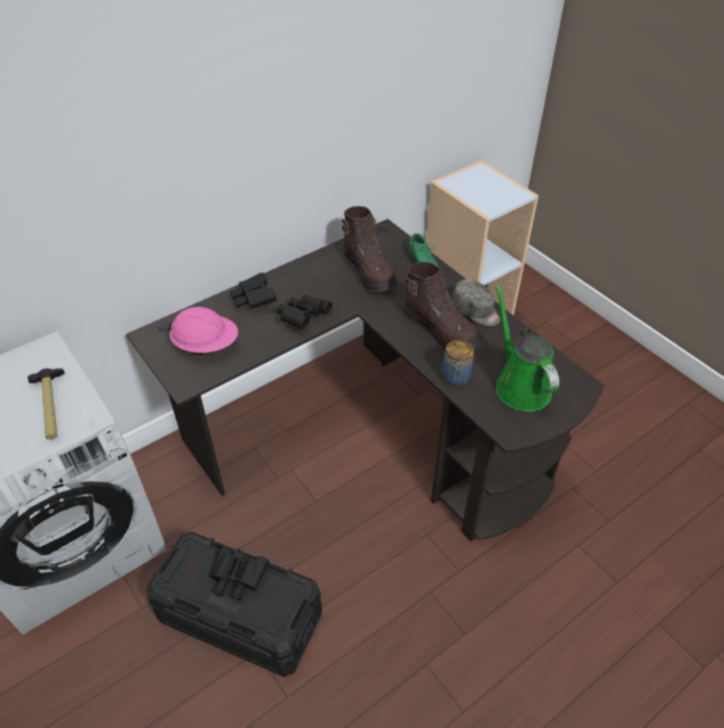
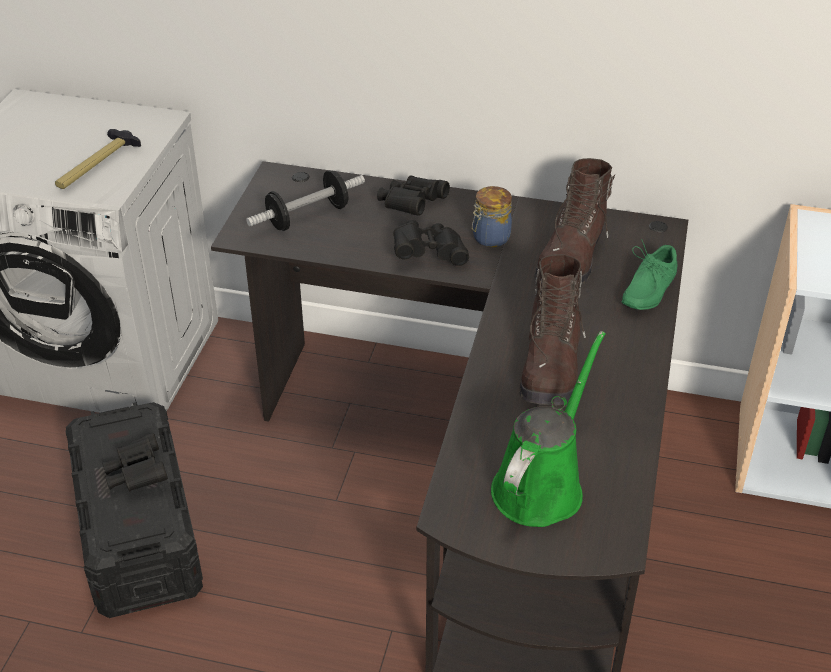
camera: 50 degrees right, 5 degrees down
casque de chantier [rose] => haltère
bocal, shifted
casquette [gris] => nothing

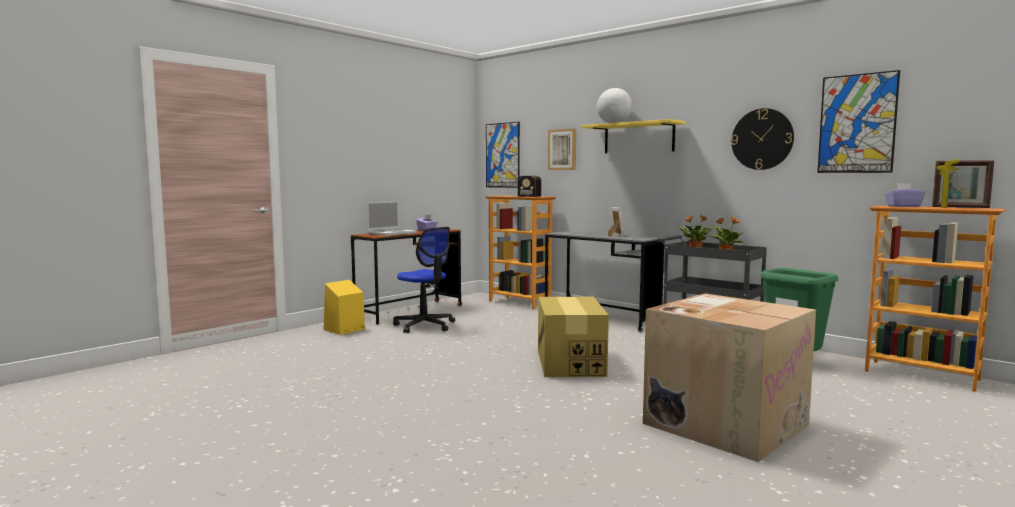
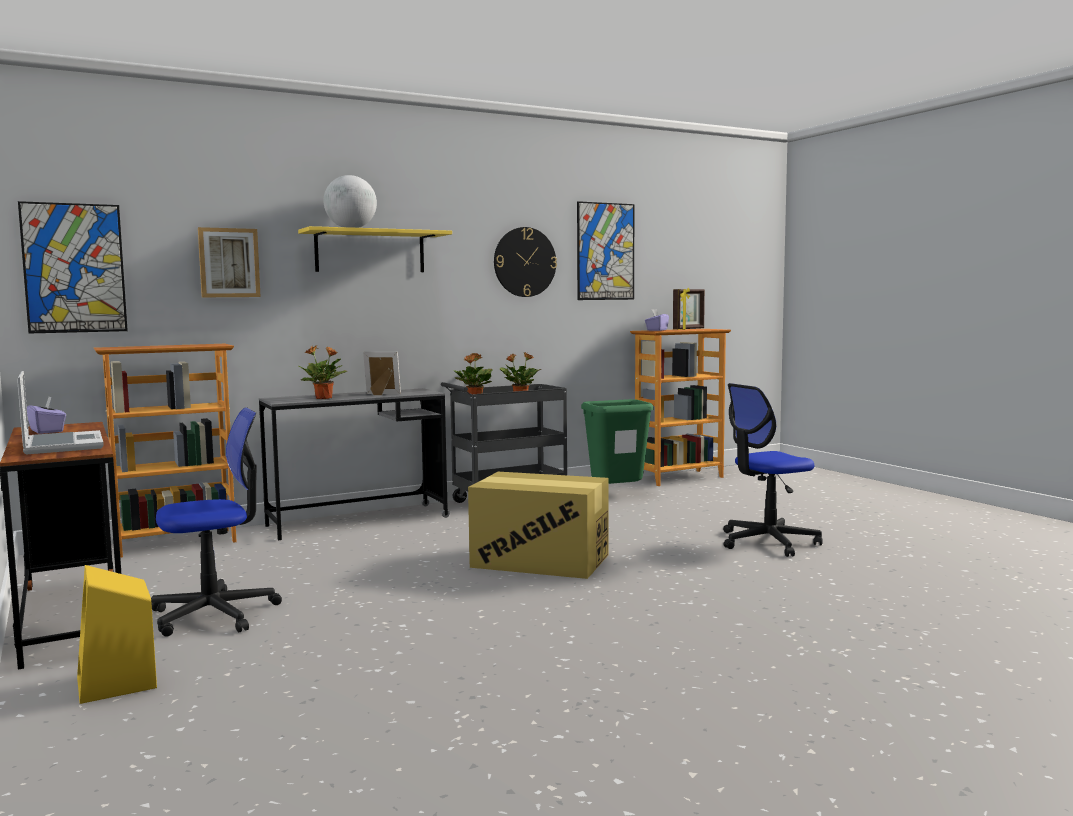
camera: 70 degrees left, 0 degrees up
nothing => plante en pot (no. 1 from left)
carton (no. 2 from left) => chaise de bureau (no. 2 from left)
radio => nothing

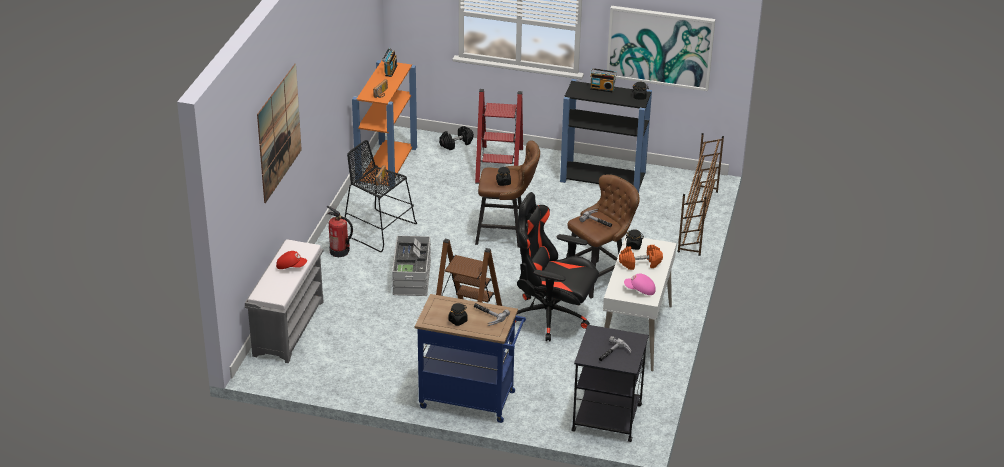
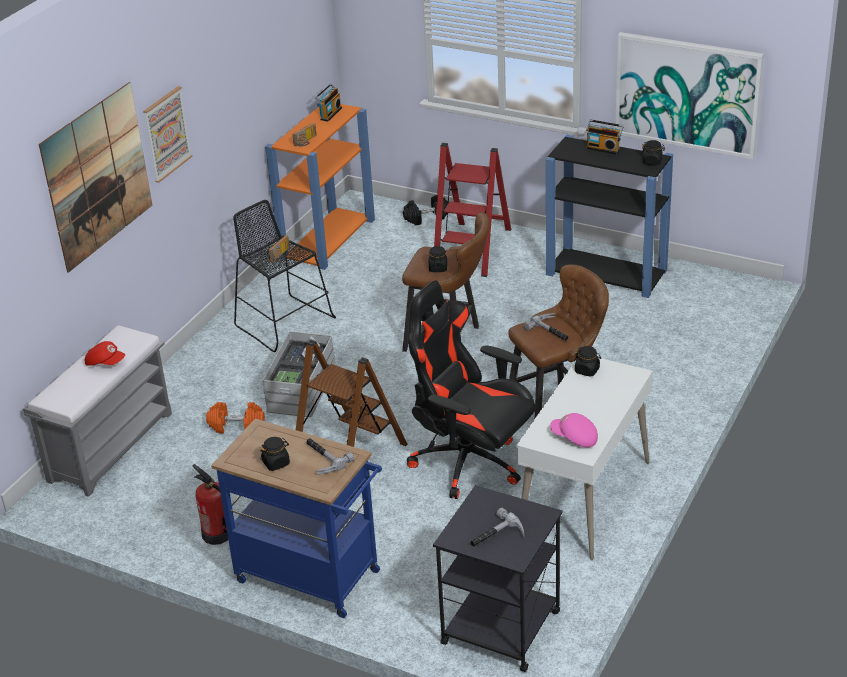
camera: 15 degrees right, 0 degrees up
nothing => tableau (no. 2 from left)
extincteur, shifted
haltère [orange], shifted
étagère à chaussures [marron] => nothing

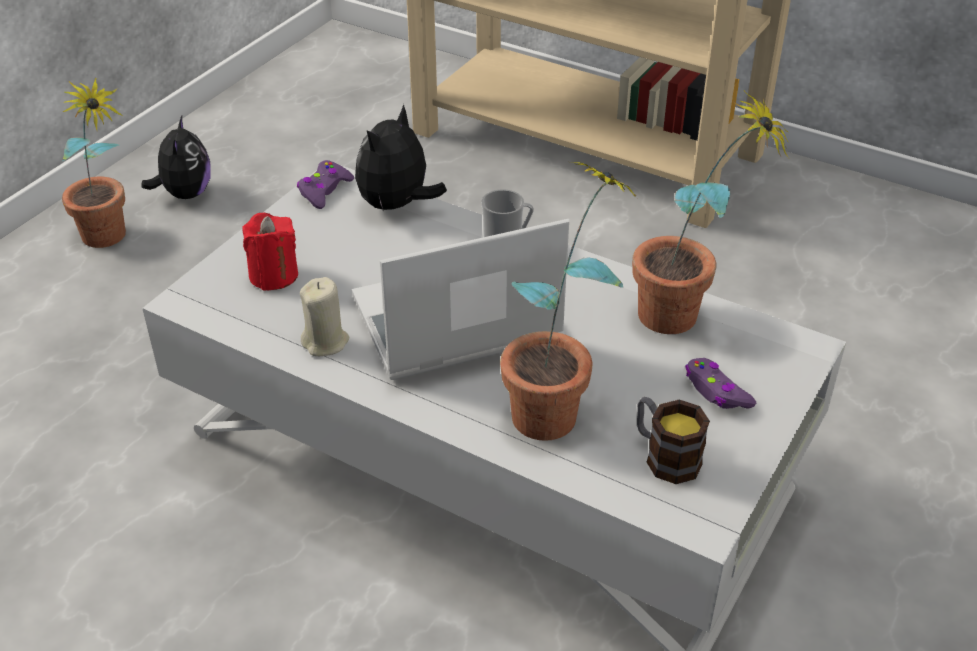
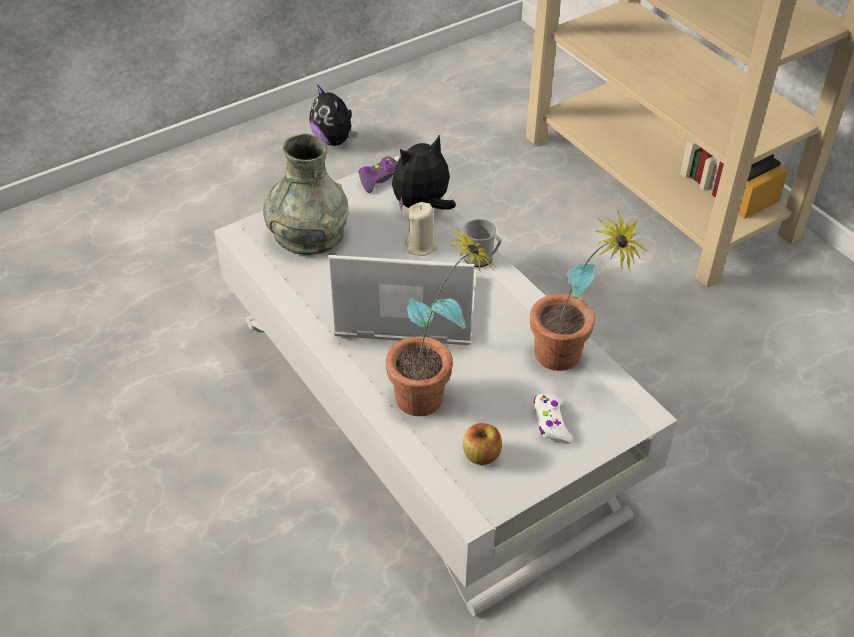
camera: 25 degrees right, 5 degrees up
bougie [rouge] => vase [gris]
peluche (no. 1 from left), 120 degrees clockwise
bougie [beige], shifted
mug (no. 2 from left) => pomme
manette [violet] (no. 2 from left) => manette [blanc]
plante en pot (no. 1 from left) => nothing

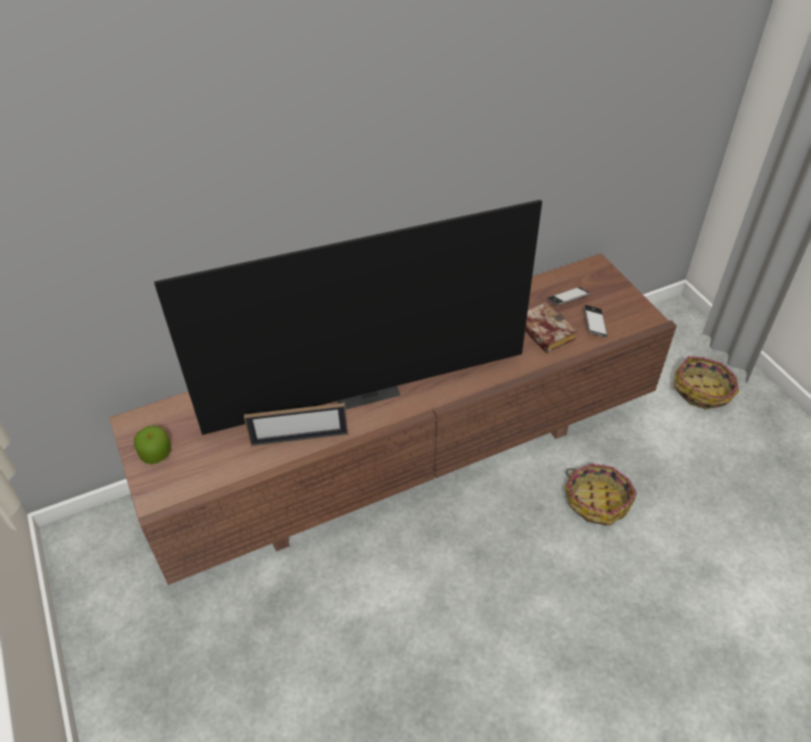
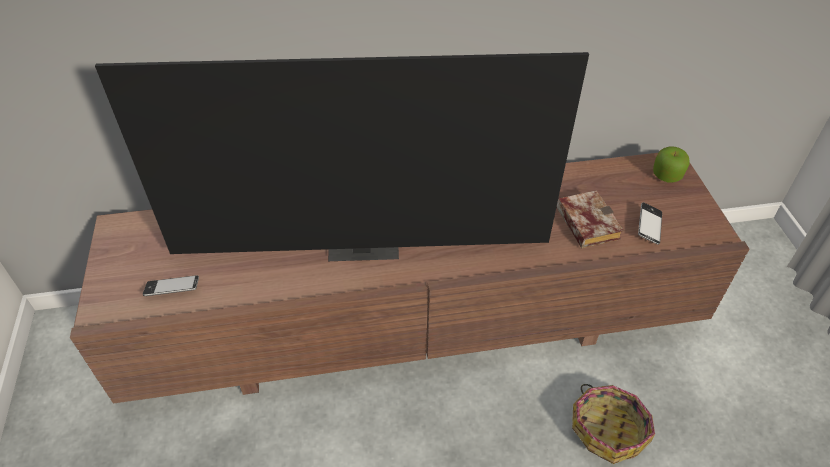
camera: 15 degrees right, 0 degrees up
téléphone (no. 1 from left), shifted
pomme, shifted
cadre photo => nothing
panier (no. 2 from left) => nothing

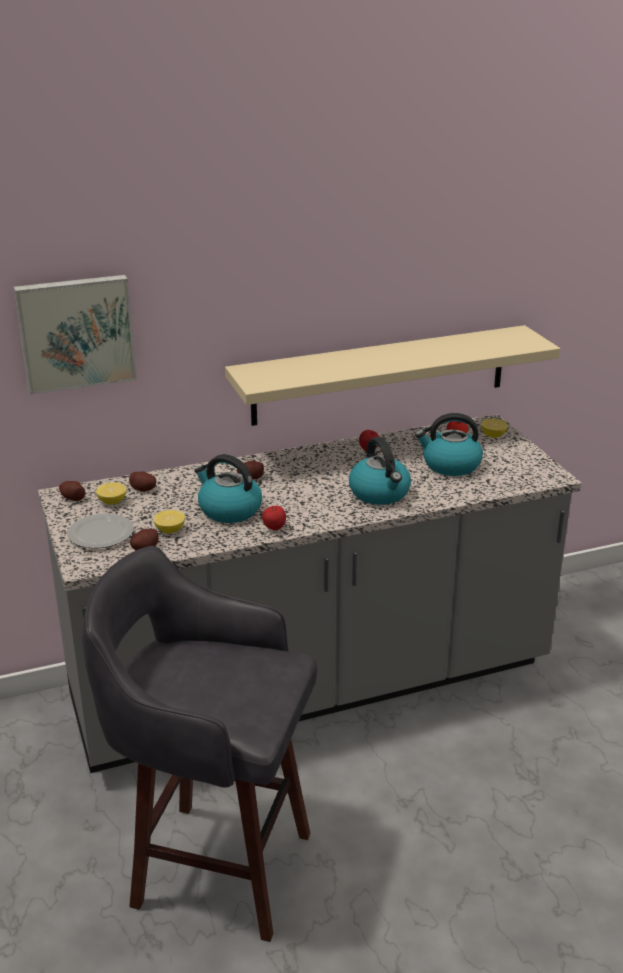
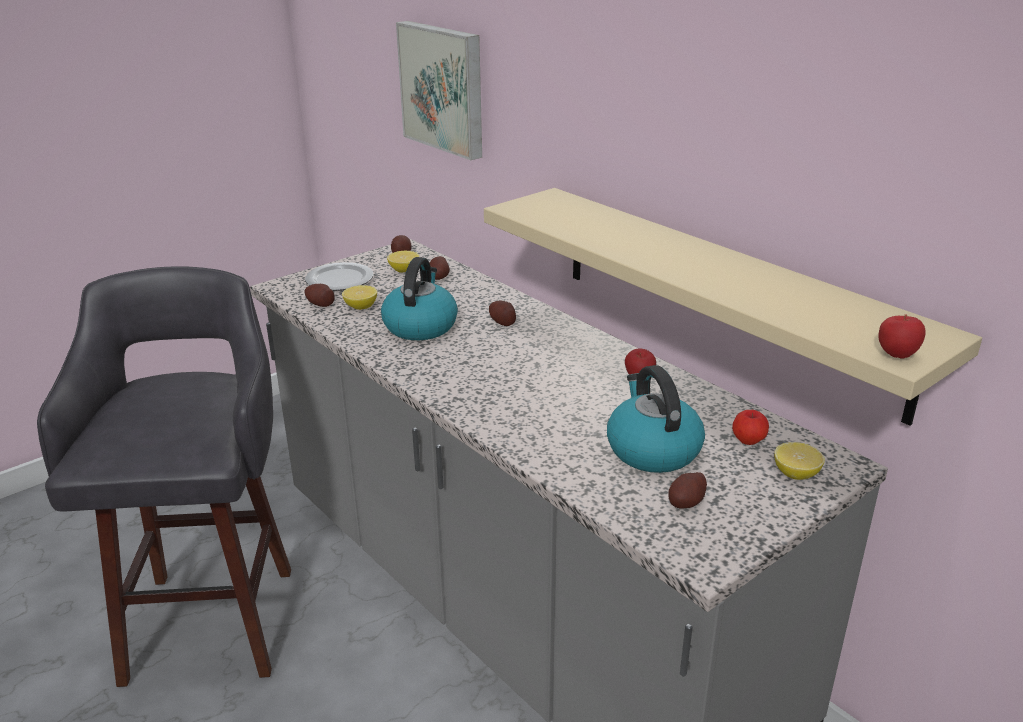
camera: 70 degrees right, 0 degrees up
nothing => pomme de terre (no. 5 from left)
pomme (no. 1 from left in the first image) => pomme (no. 3 from left), shifted
bouilloire (no. 2 from left) => nothing

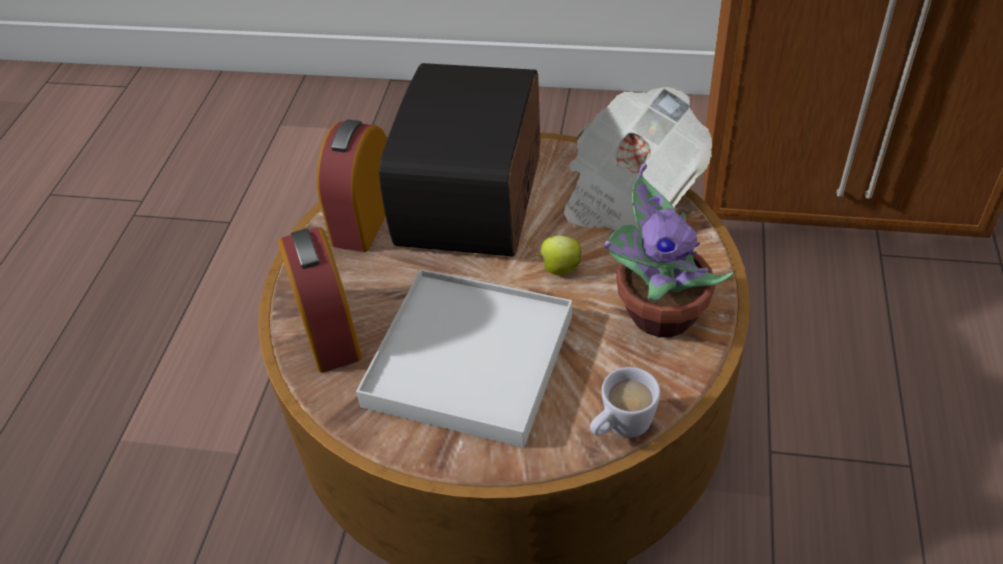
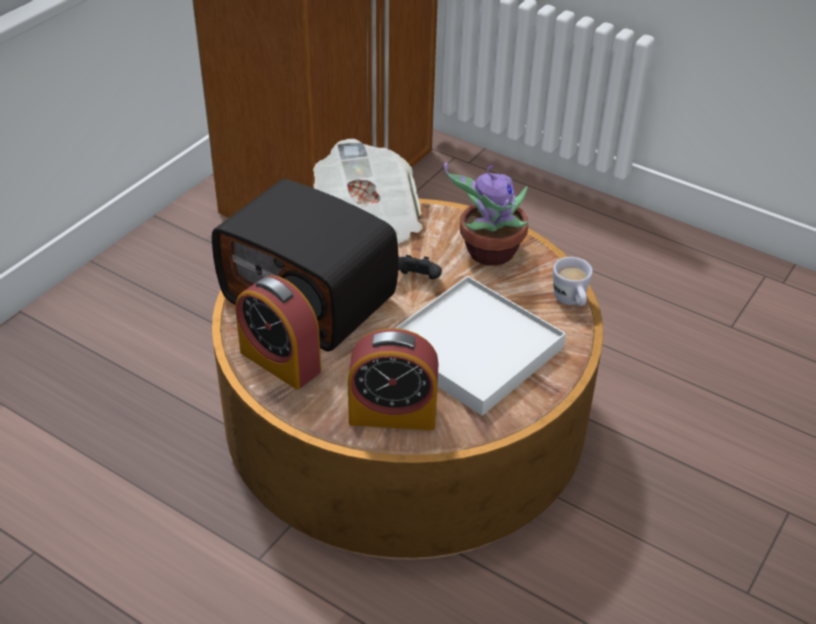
camera: 70 degrees left, 5 degrees down
pomme => manette [noir]

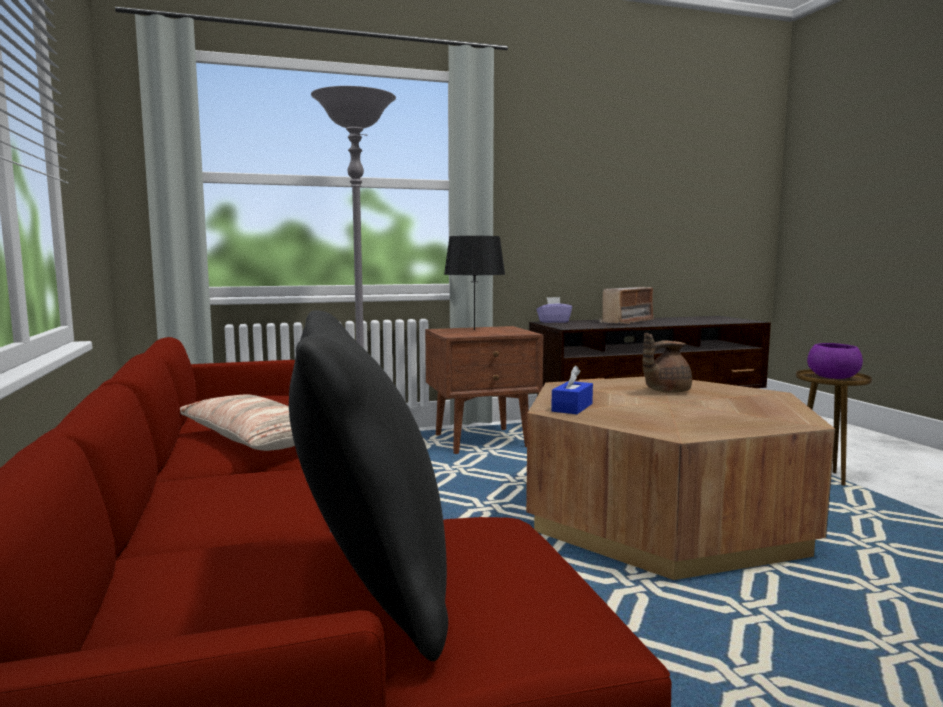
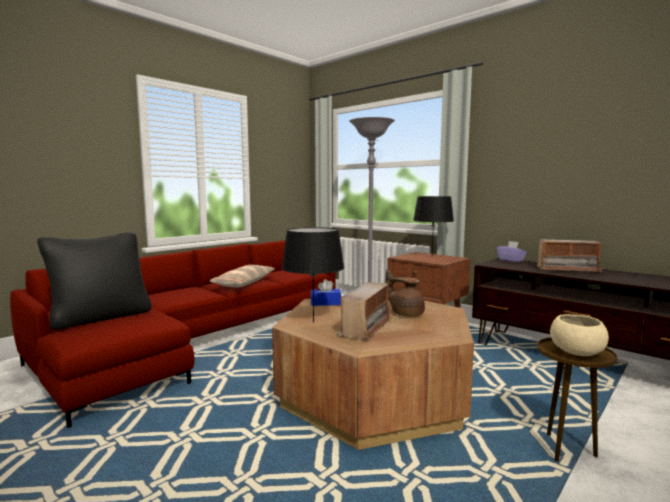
camera: 60 degrees right, 0 degrees up
nothing => lampe de table [noir] (no. 1 from left)
nothing => radio (no. 1 from left)
bol [violet] => bol [beige]

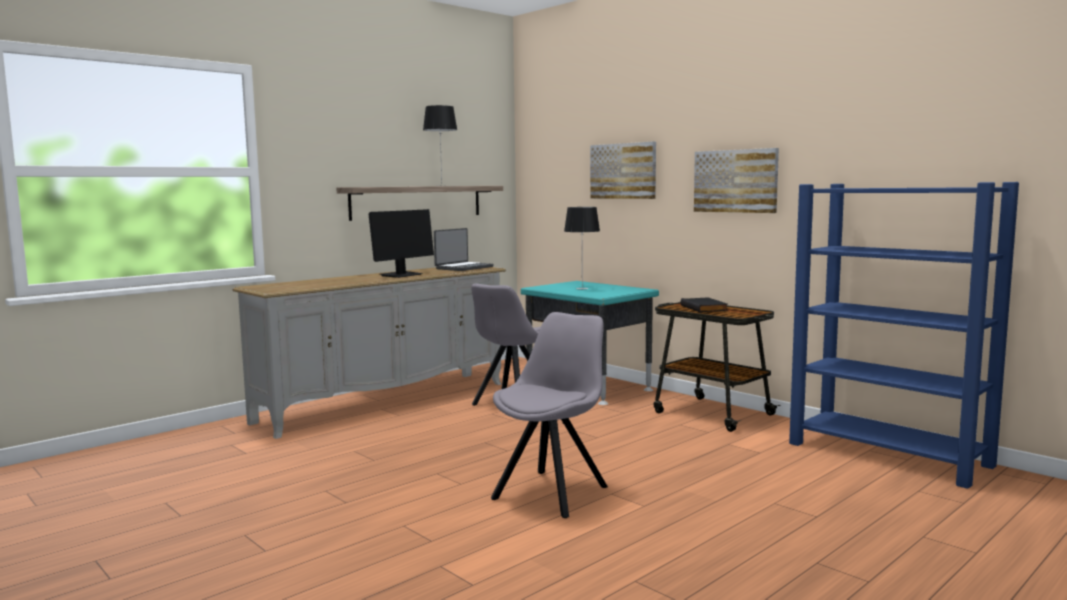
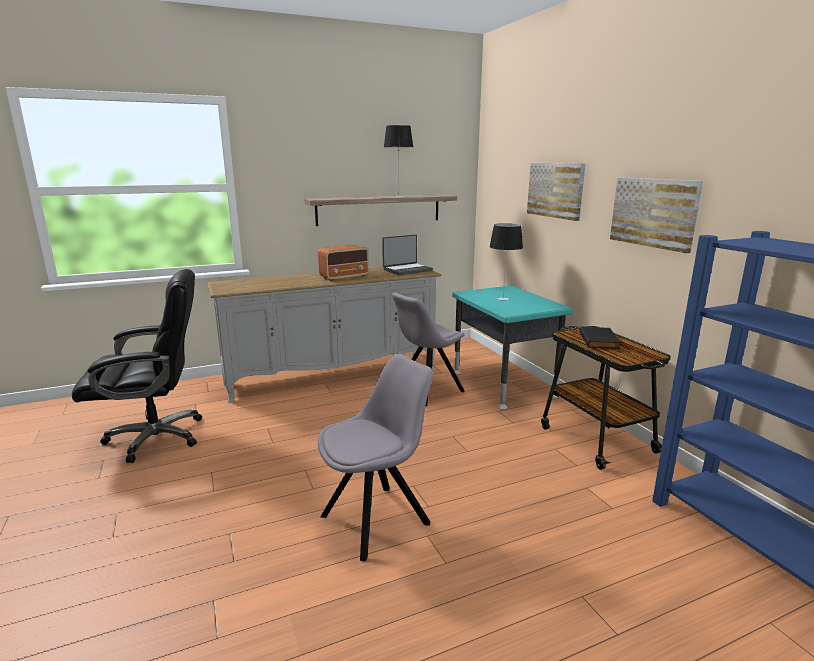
camera: 20 degrees right, 10 degrees up
nothing => chaise de bureau [noir]
écran d'ordinateur => radio

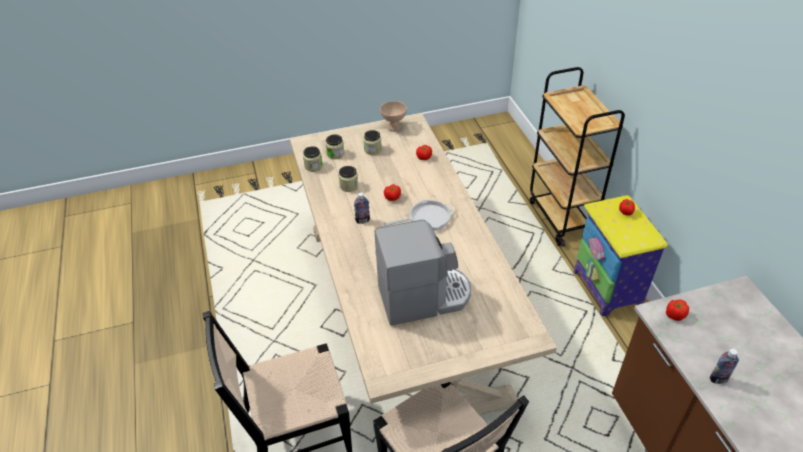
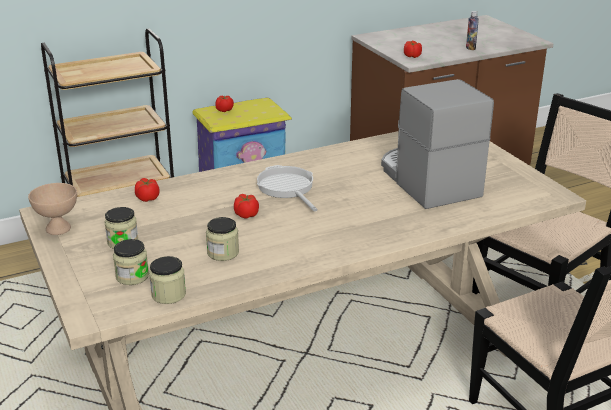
camera: 100 degrees left, 15 degrees down
bouteille (no. 1 from left) => nothing

